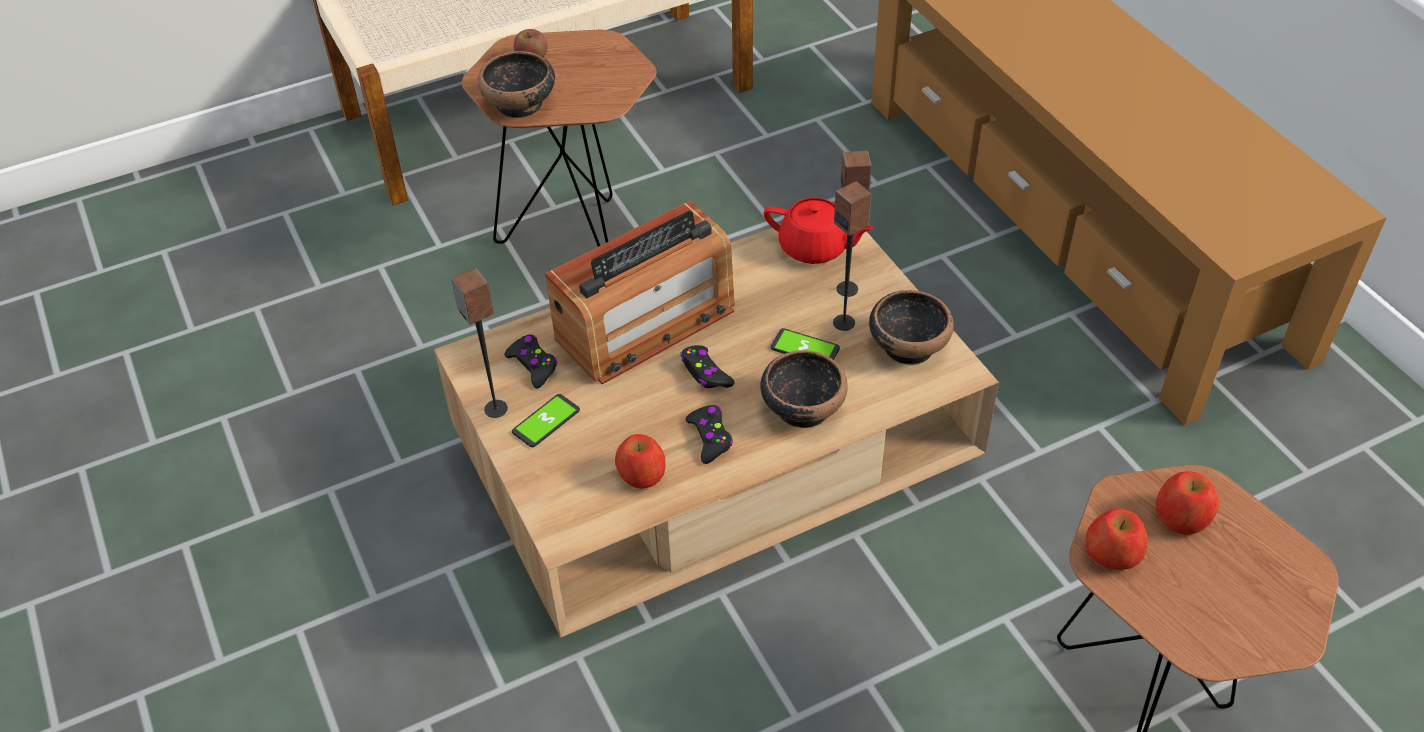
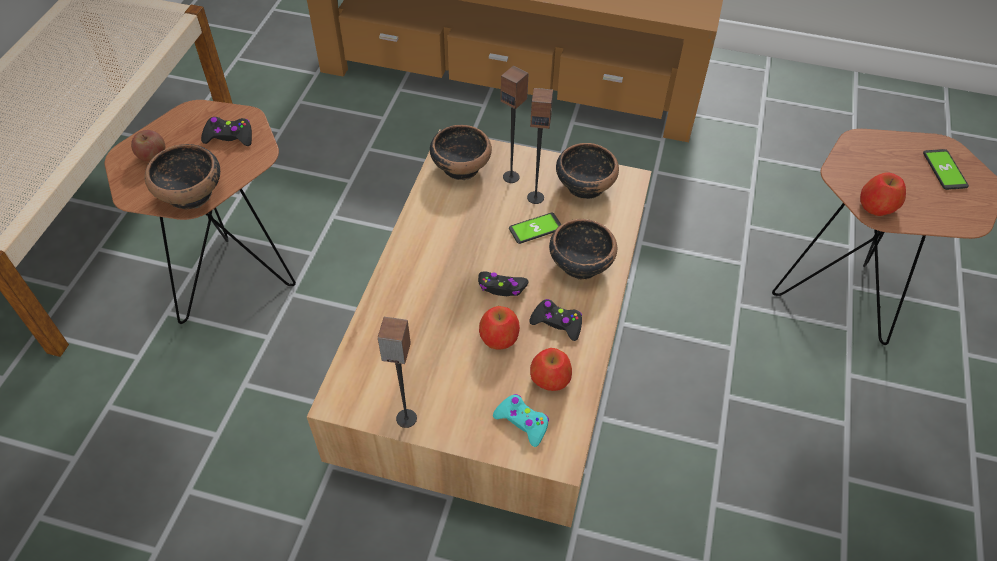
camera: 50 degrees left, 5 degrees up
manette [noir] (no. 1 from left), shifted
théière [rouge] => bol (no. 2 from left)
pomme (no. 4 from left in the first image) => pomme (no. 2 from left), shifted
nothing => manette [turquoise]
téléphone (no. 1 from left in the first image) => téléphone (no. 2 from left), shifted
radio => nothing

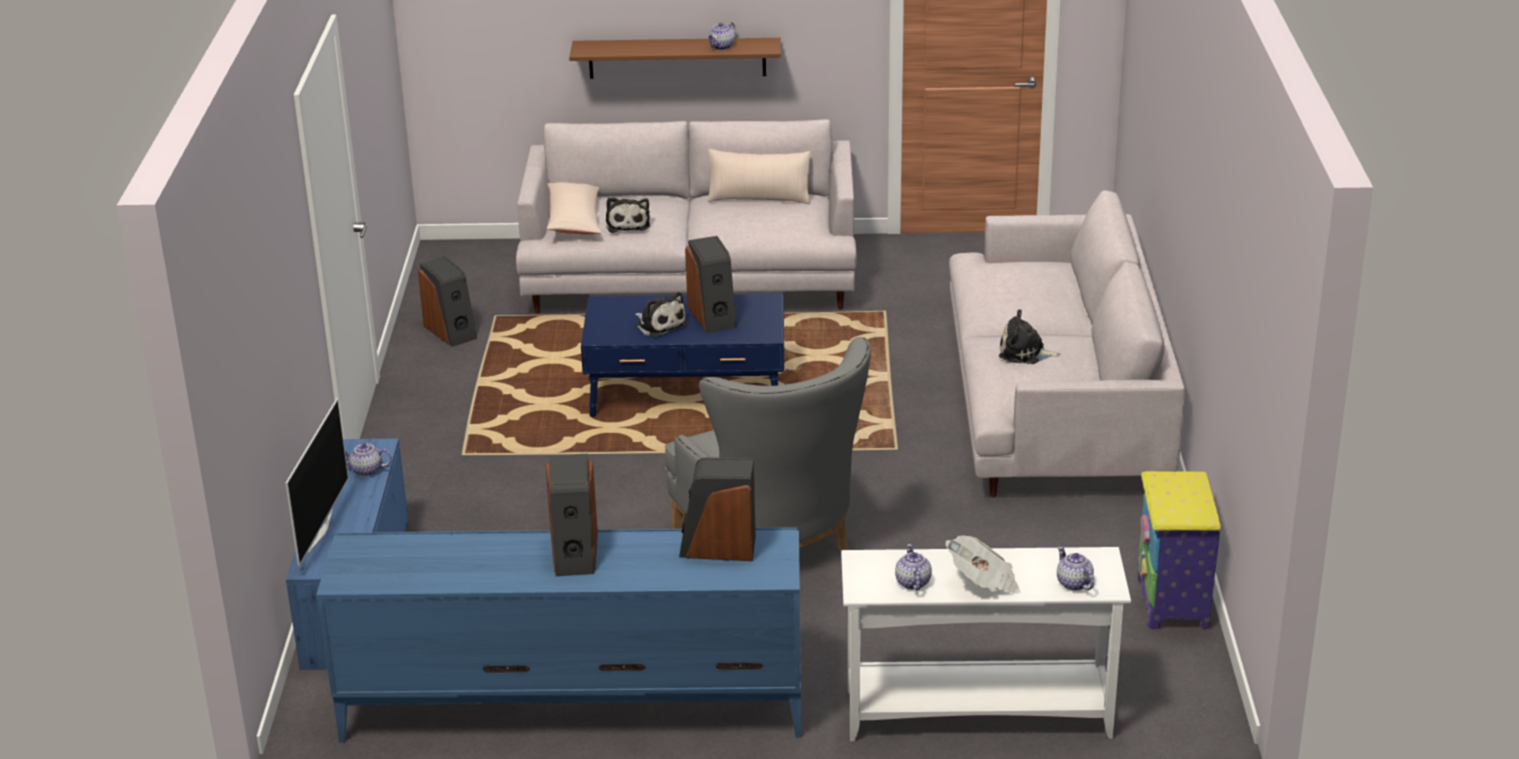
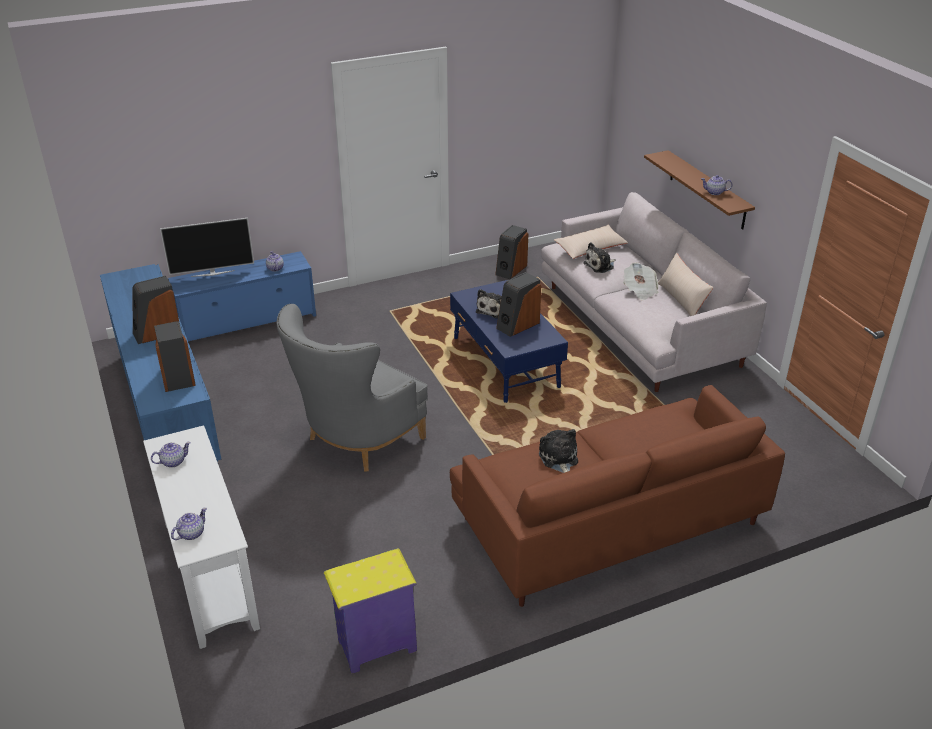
camera: 65 degrees right, 5 degrees up
canapé [blanc] (no. 2 from left) => canapé [marron]
journal, shifted

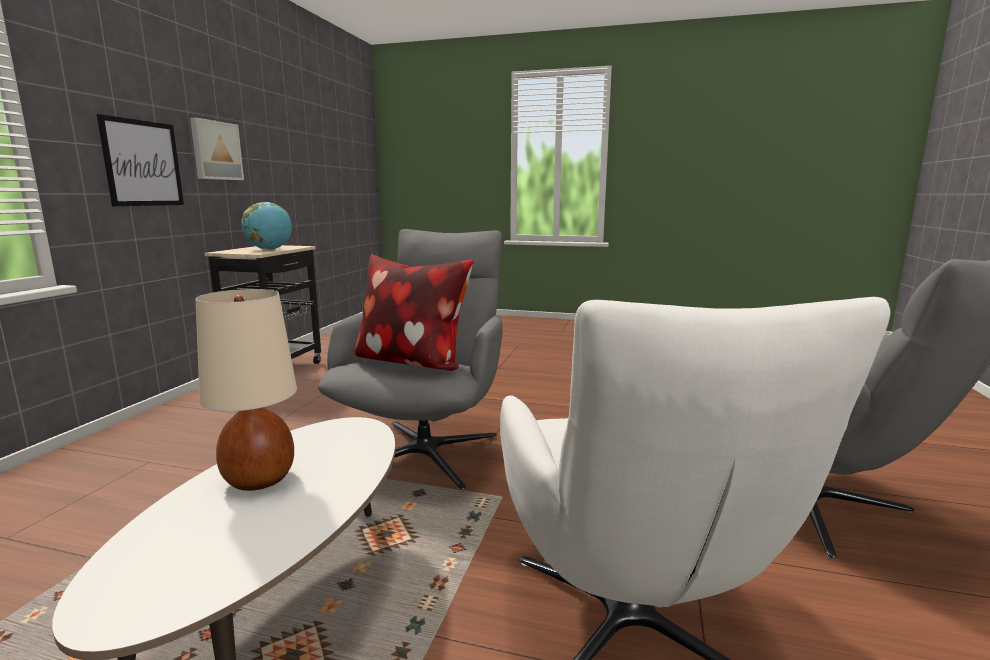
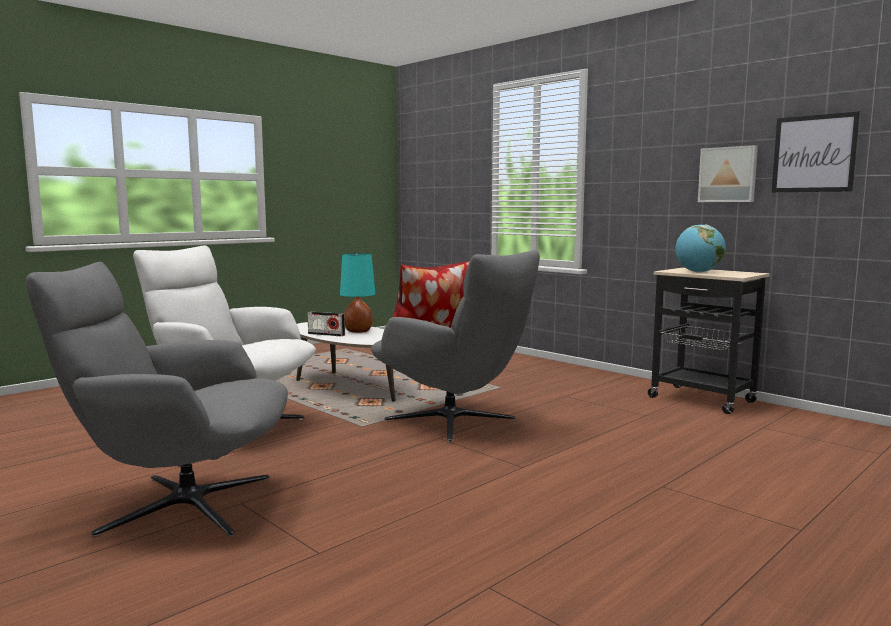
camera: 120 degrees right, 5 degrees down
nothing => radio
lampe de table [beige] => lampe de table [turquoise]
tableau (no. 1 from left in the first image) => tableau (no. 2 from left), shifted

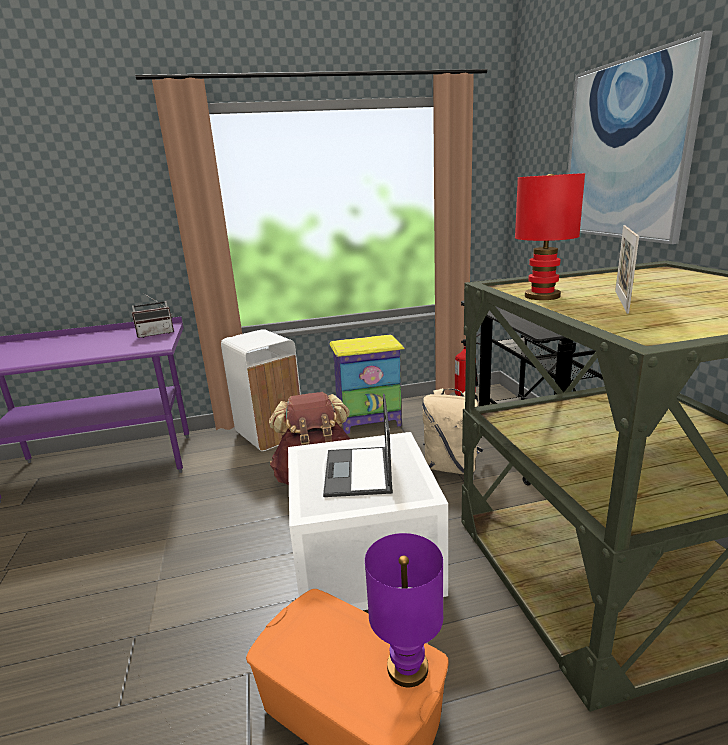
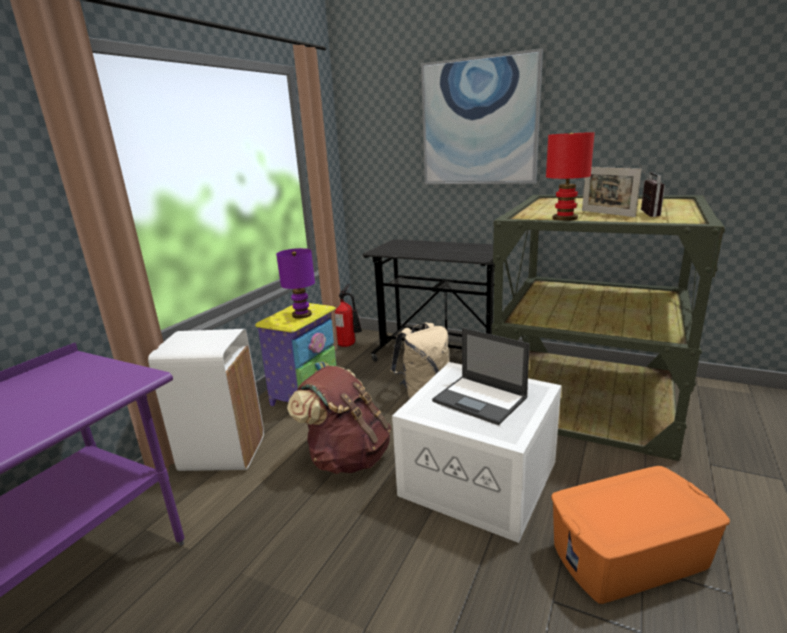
camera: 50 degrees left, 0 degrees up
lampe de table [violet], shifted
radio, shifted

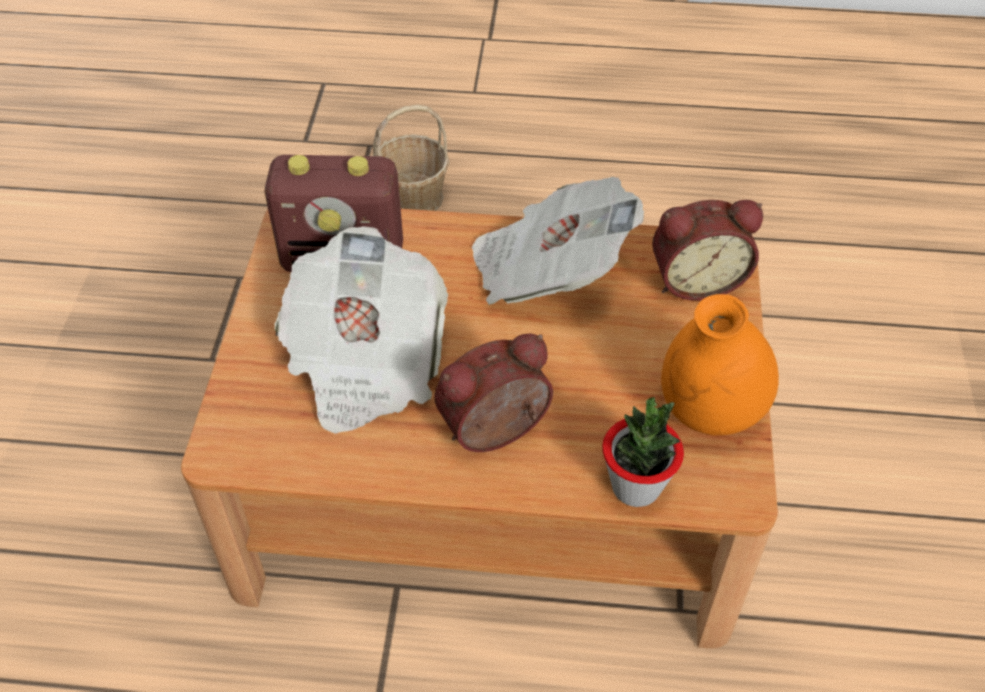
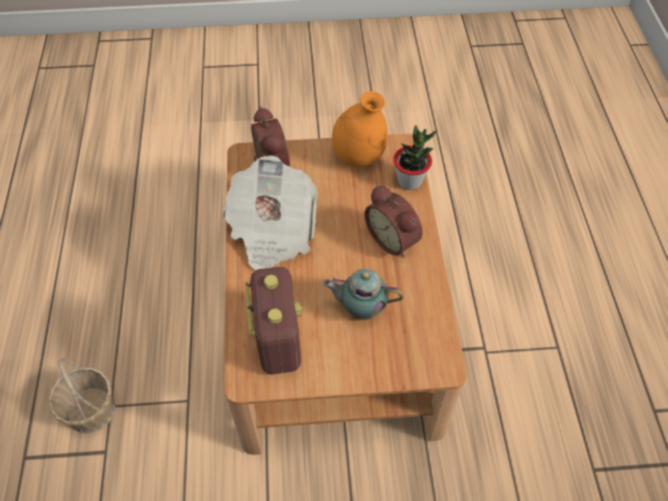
camera: 100 degrees left, 5 degrees up
journal (no. 1 from left) => théière

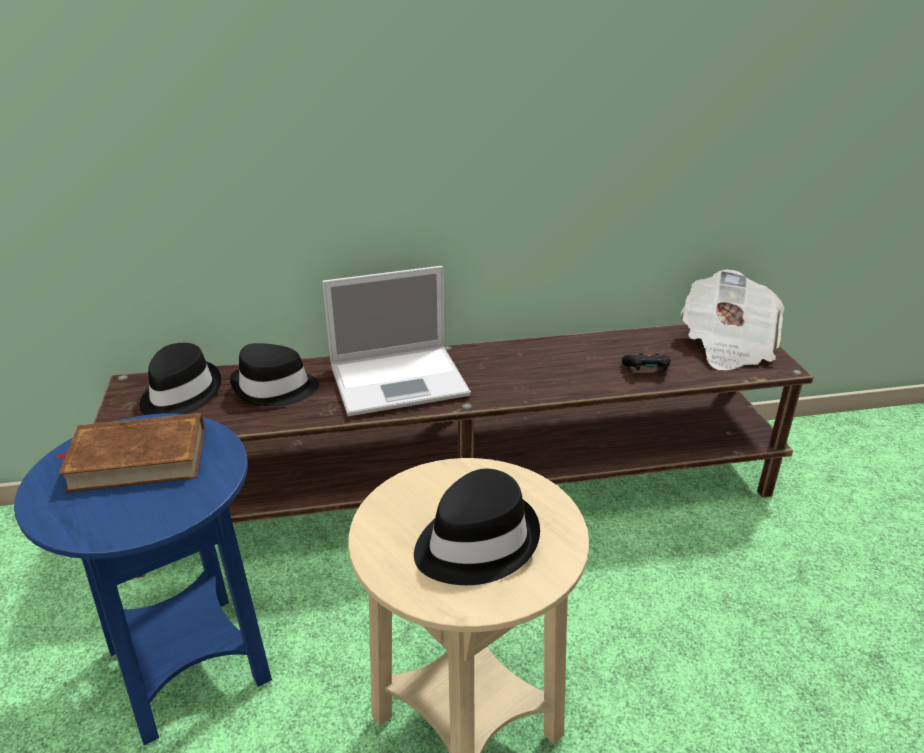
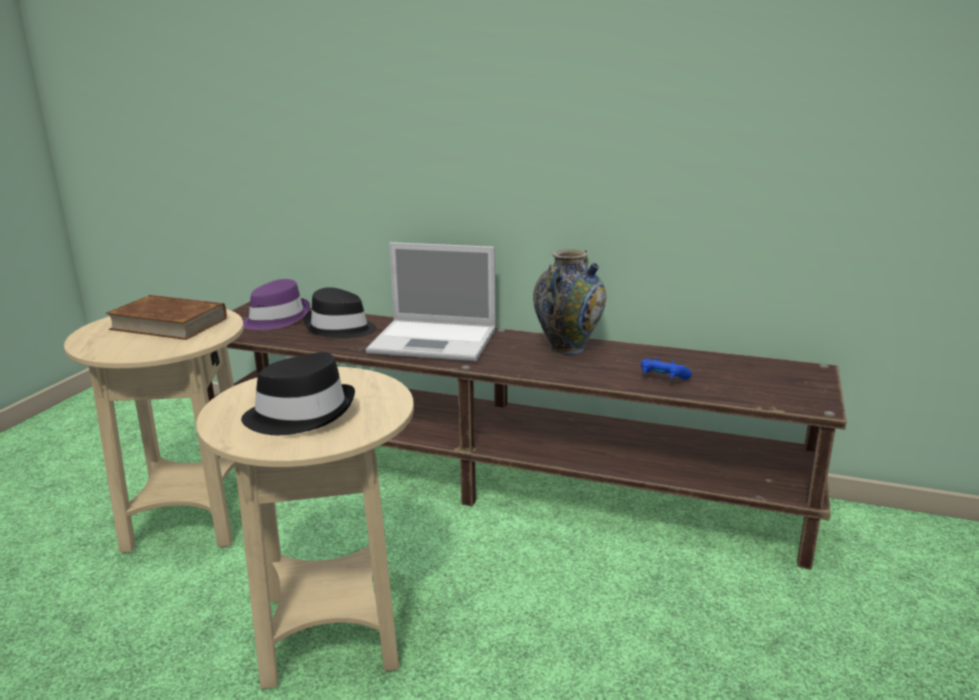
camera: 30 degrees right, 10 degrees down
table d'appoint [bleu] => table d'appoint [beige] (no. 1 from left)
chapeau [noir] (no. 1 from left) => chapeau [violet]
nothing => vase
manette [noir] => manette [bleu]
journal => nothing

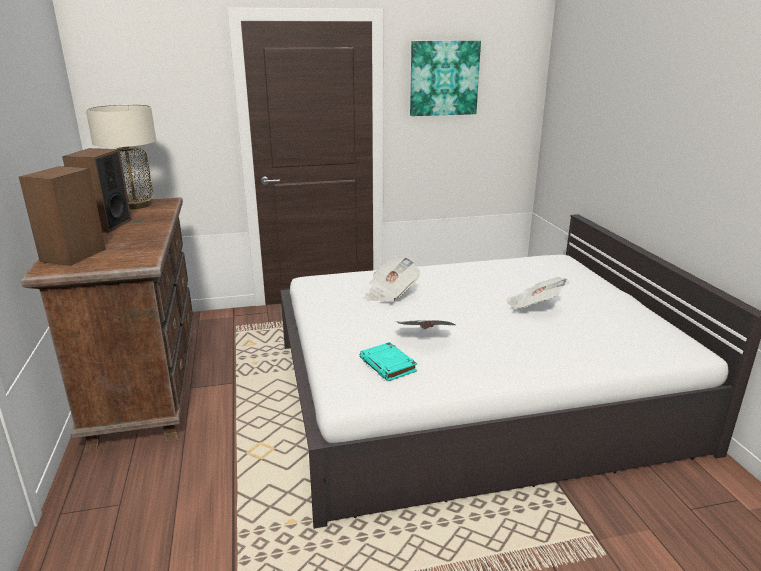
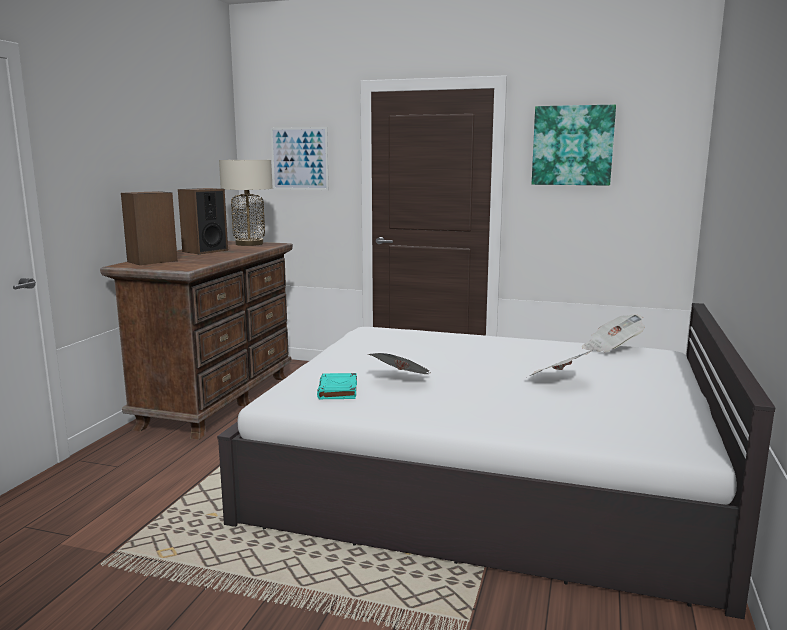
camera: 30 degrees right, 10 degrees down
nothing => tableau (no. 1 from left)
journal (no. 1 from left in the first image) => journal (no. 3 from left), shifted

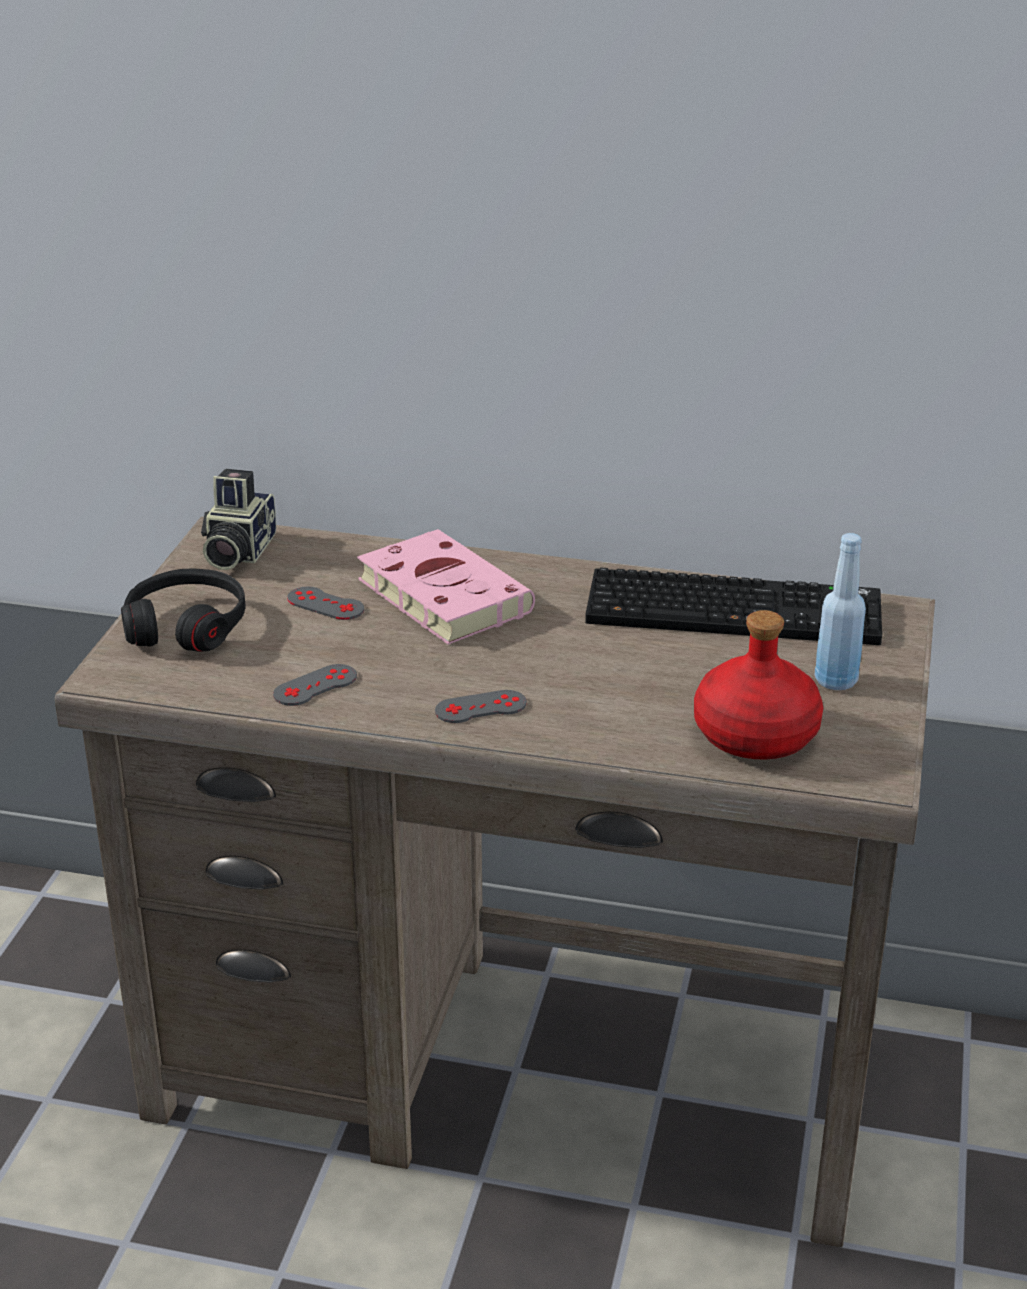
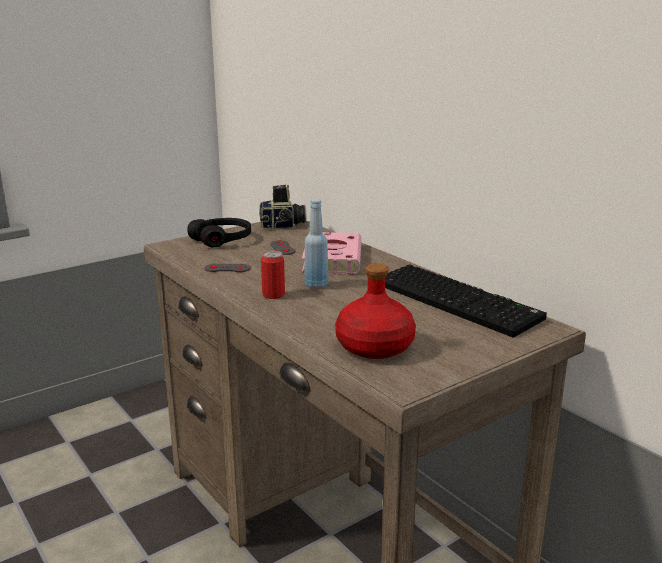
camera: 40 degrees right, 10 degrees down
appareil photo, 150 degrees counterclockwise
manette [gris] (no. 3 from left) => boîte métallique
bouteille [bleu], shifted

